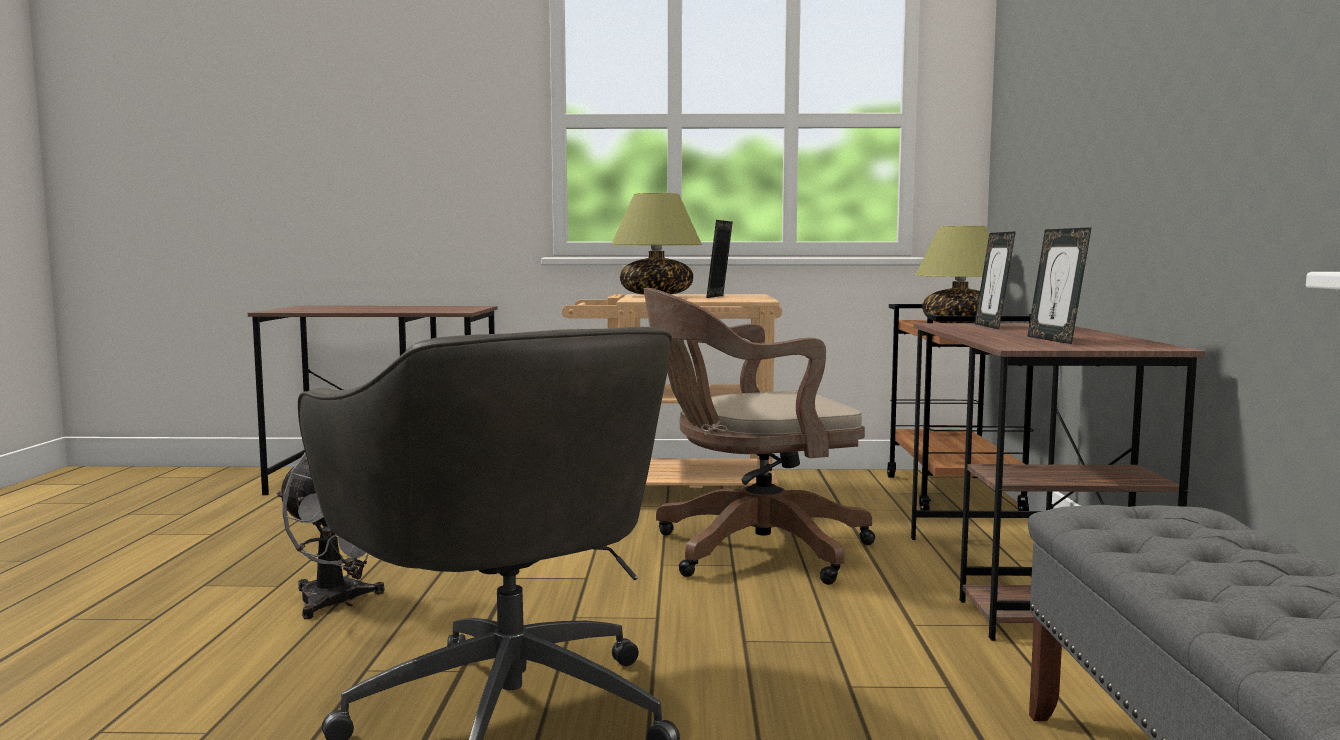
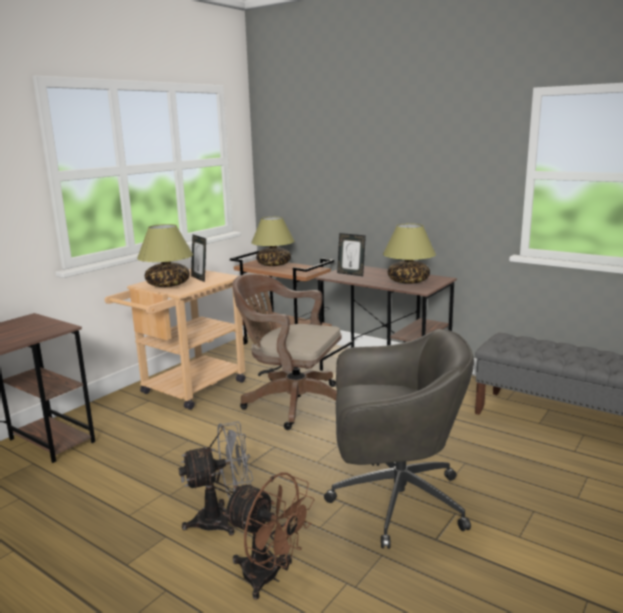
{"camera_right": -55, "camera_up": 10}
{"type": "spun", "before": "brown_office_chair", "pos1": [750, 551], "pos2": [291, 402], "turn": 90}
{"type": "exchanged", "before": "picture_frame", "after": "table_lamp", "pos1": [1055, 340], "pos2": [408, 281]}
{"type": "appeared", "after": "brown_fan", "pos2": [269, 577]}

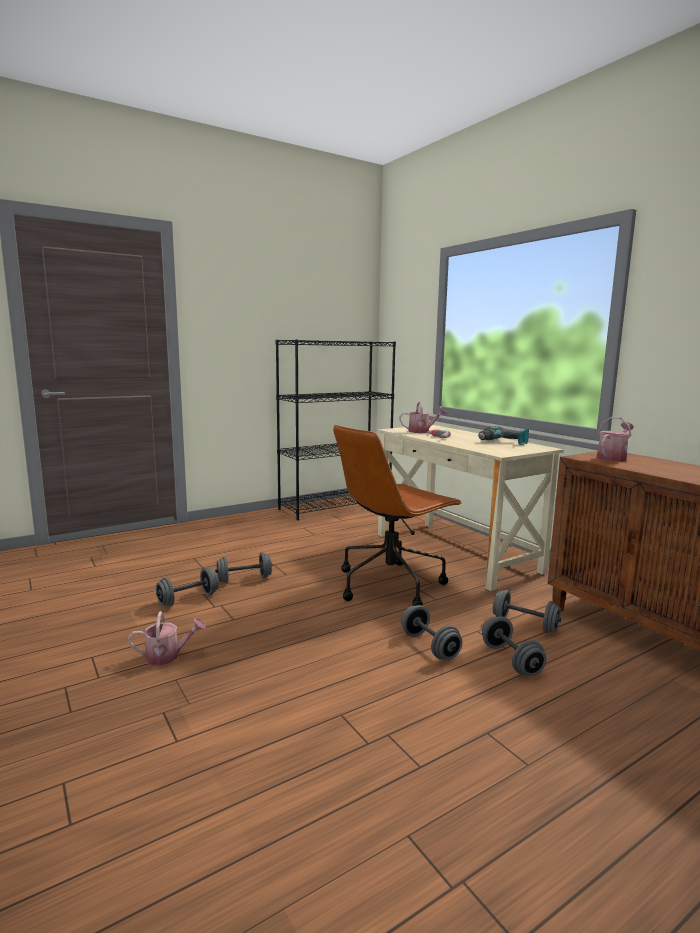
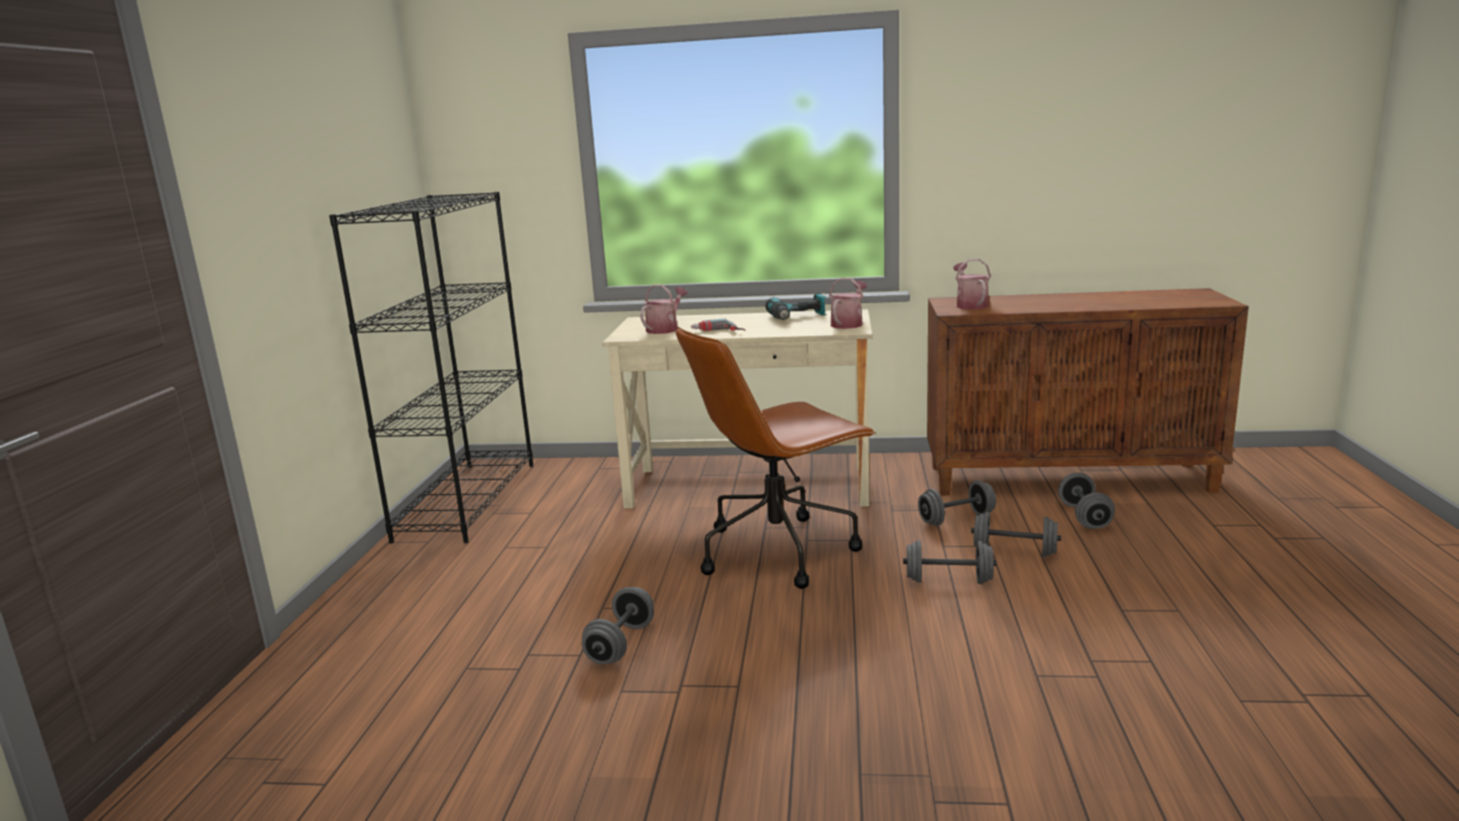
{"camera_right": -50, "camera_up": 5}
{"type": "relocated", "before": "watering_can", "pos1": [168, 656], "pos2": [848, 324]}
{"type": "relocated", "before": "grey_dumbbell", "pos1": [188, 599], "pos2": [1084, 517]}
{"type": "spun", "before": "brown_office_chair", "pos1": [391, 584], "pos2": [779, 550], "turn": 60}

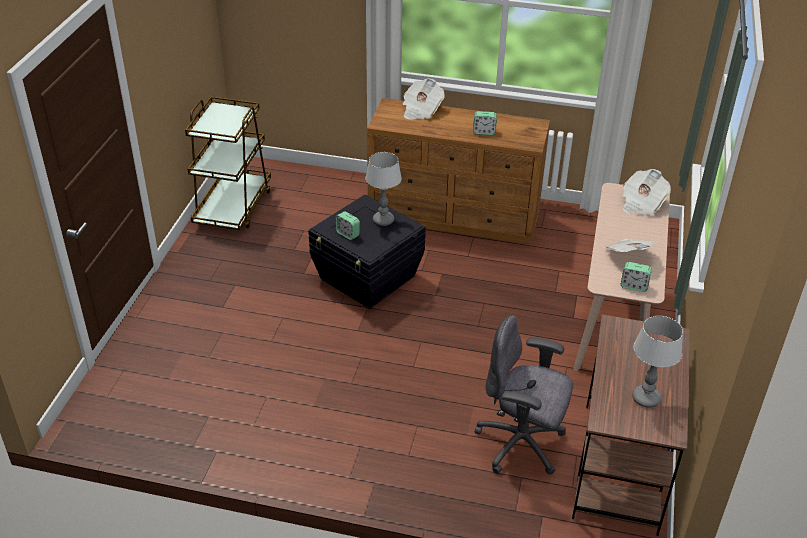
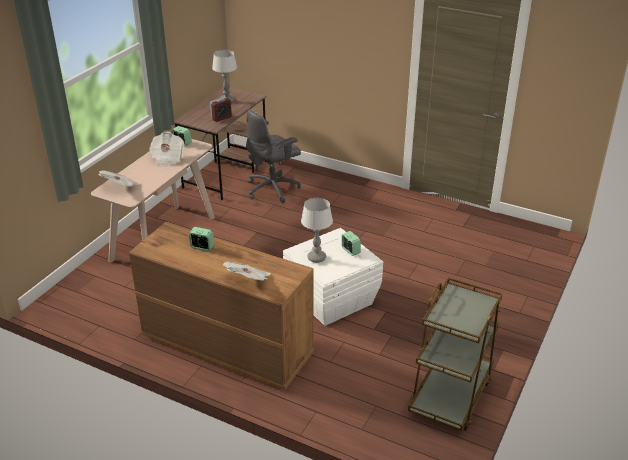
{"camera_right": -165, "camera_up": -5}
{"type": "colour", "before": "black_storage_box", "after": "white_storage_box", "pos1": [367, 278], "pos2": [332, 298]}
{"type": "spun", "before": "grey_office_chair", "pos1": [521, 444], "pos2": [273, 189], "turn": 105}
{"type": "appeared", "after": "alarm_clock", "pos2": [221, 118]}

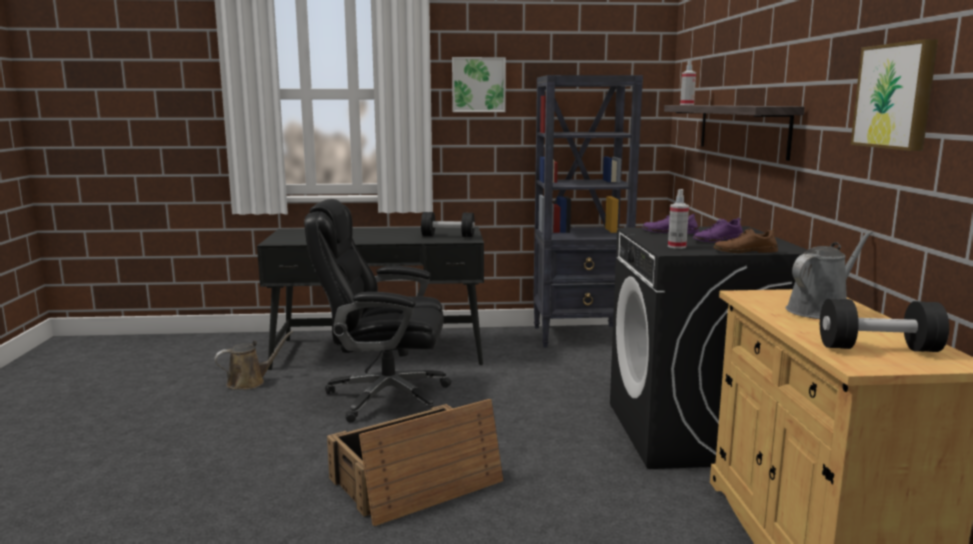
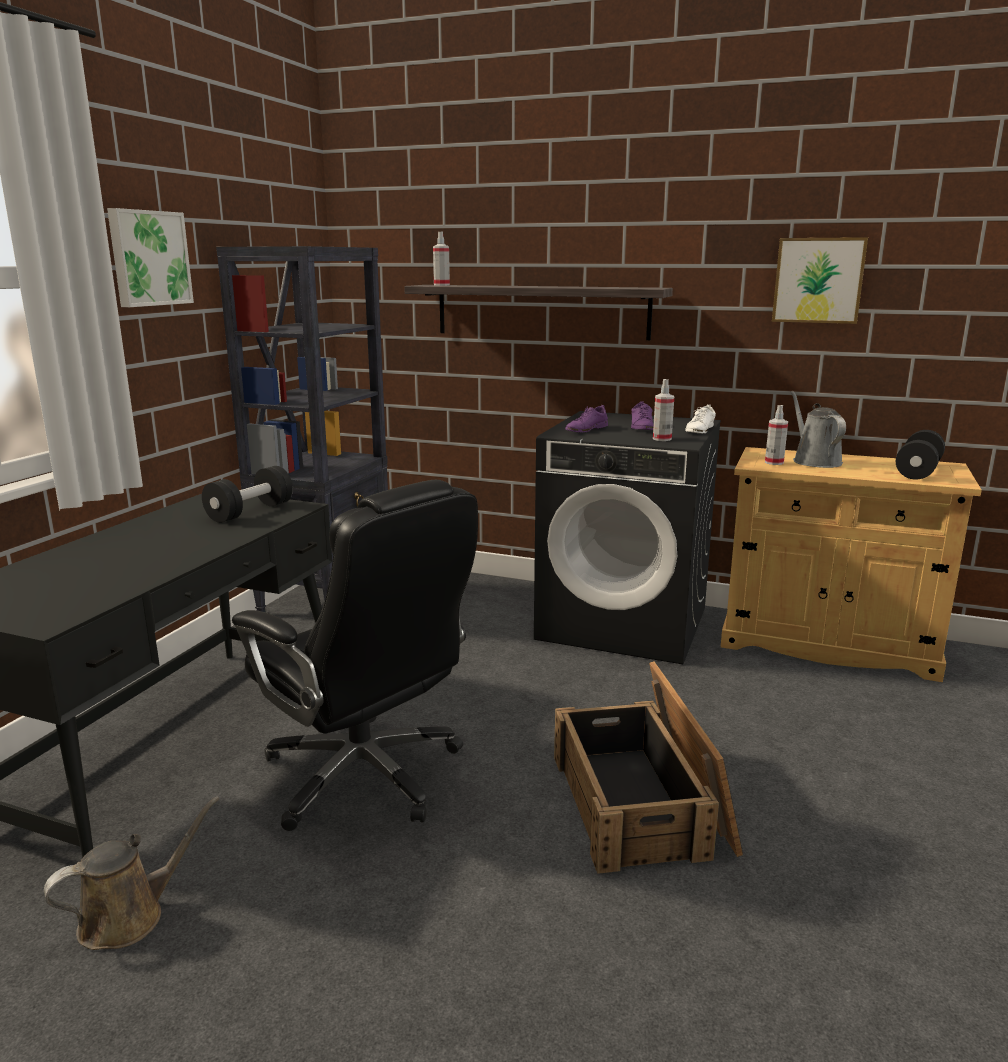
{"camera_right": -65, "camera_up": 5}
{"type": "spun", "before": "brown_watering_can", "pos1": [249, 382], "pos2": [130, 917], "turn": 60}
{"type": "spun", "before": "black_office_chair", "pos1": [384, 397], "pos2": [366, 775], "turn": -75}
{"type": "colour", "before": "brown_shoe", "after": "white_shoe", "pos1": [745, 251], "pos2": [699, 430]}
{"type": "appeared", "after": "spray_bottle", "pos2": [774, 462]}

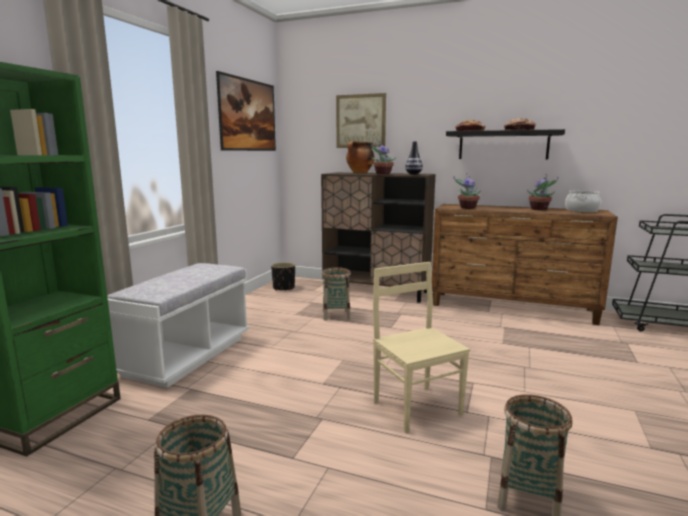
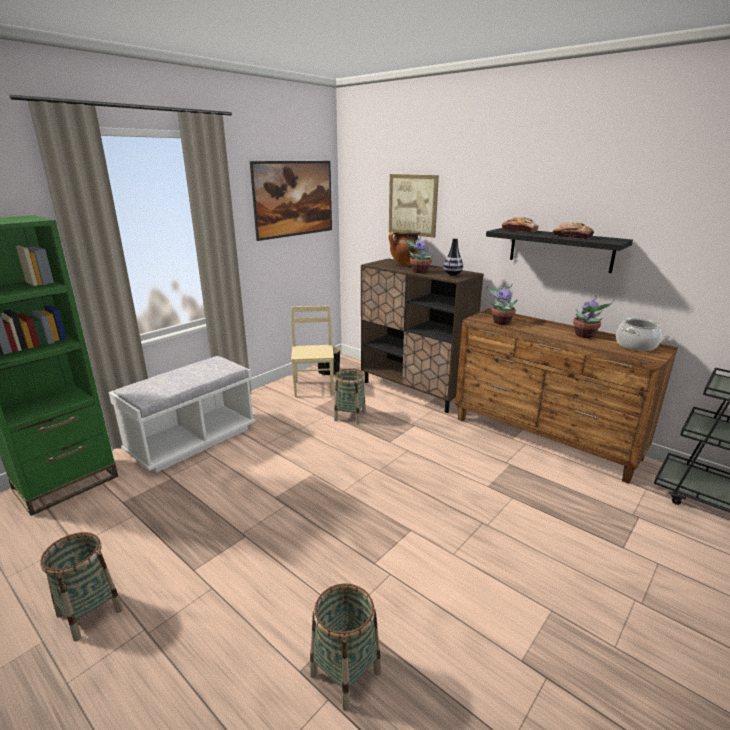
{"camera_right": 20, "camera_up": 10}
{"type": "relocated", "before": "beige_chair", "pos1": [417, 407], "pos2": [314, 388]}

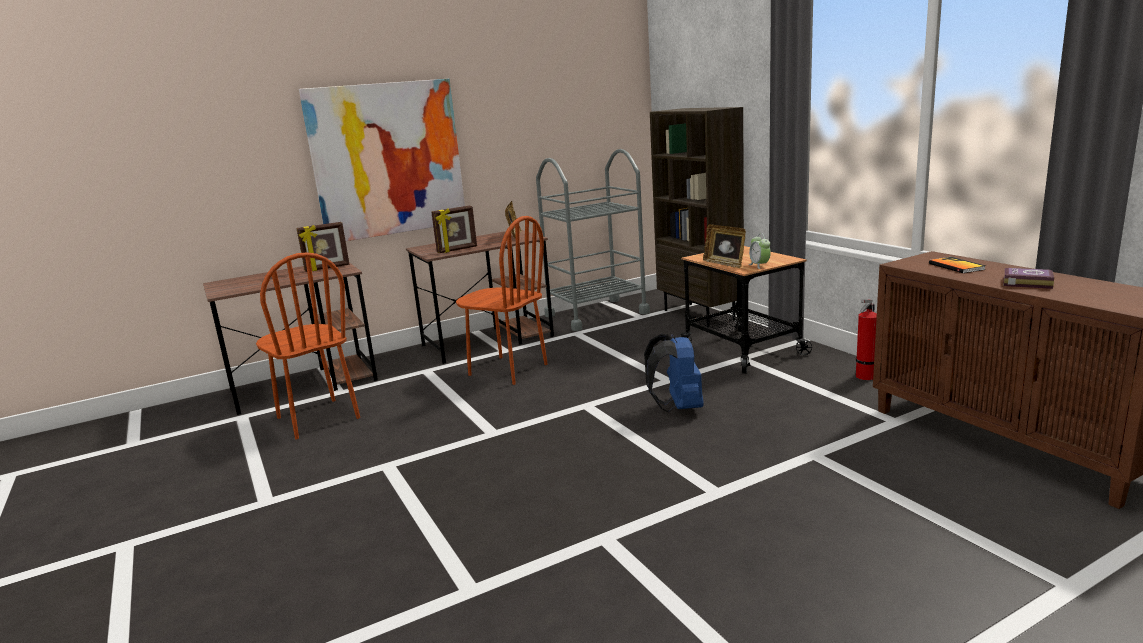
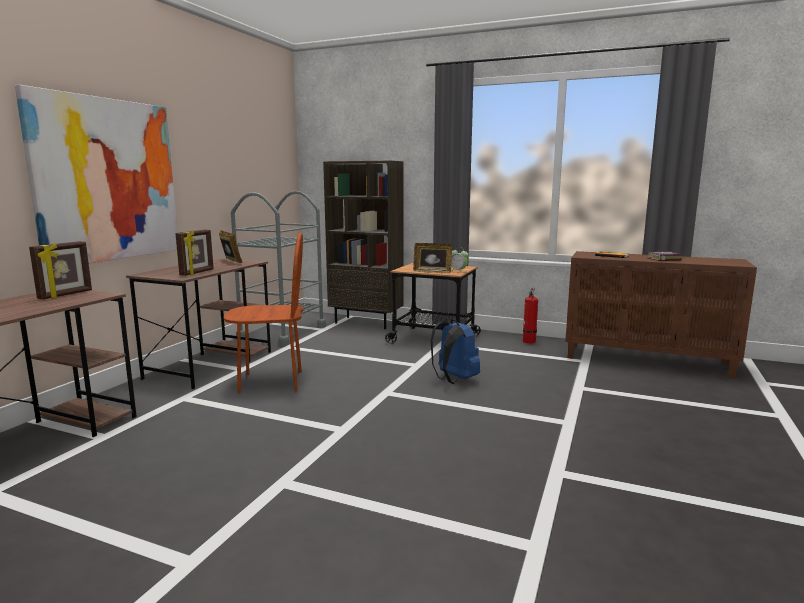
{"camera_right": -40, "camera_up": -5}
{"type": "missing", "before": "brown_chair", "pos1": [317, 418]}

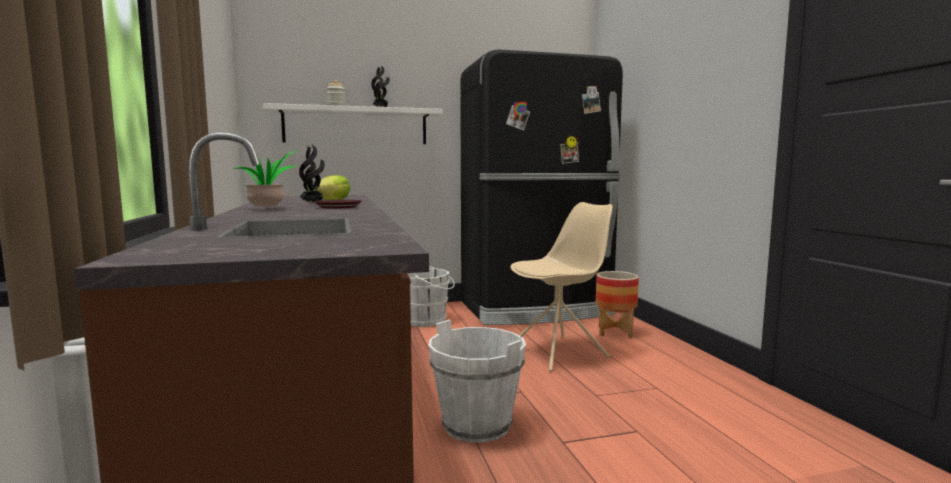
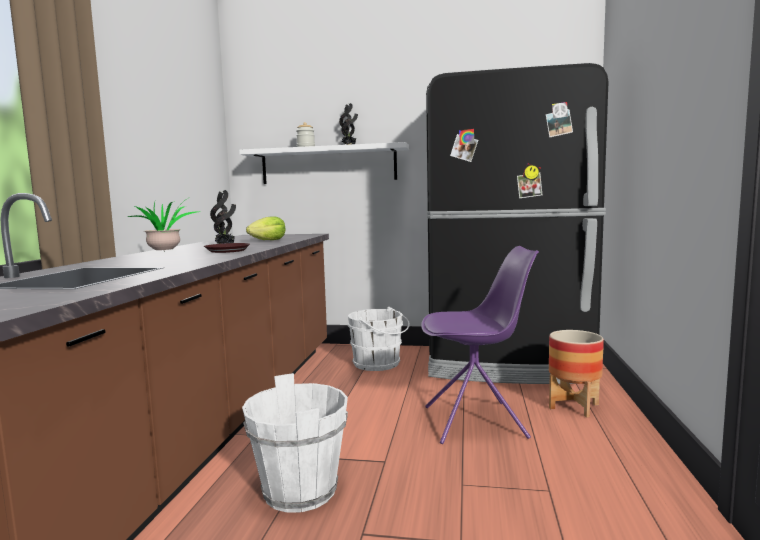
{"camera_right": 25, "camera_up": 0}
{"type": "colour", "before": "beige_chair", "after": "purple_chair", "pos1": [559, 352], "pos2": [476, 422]}

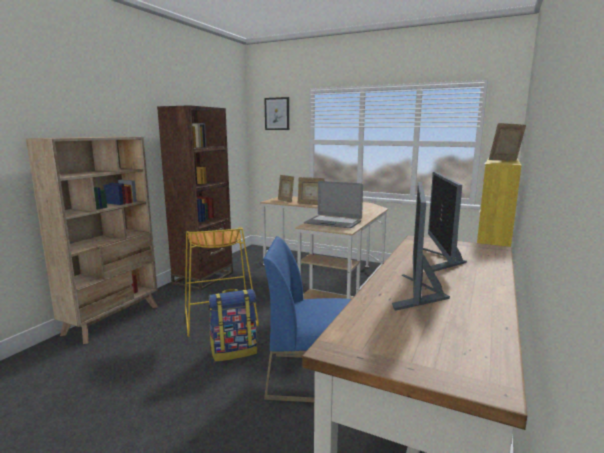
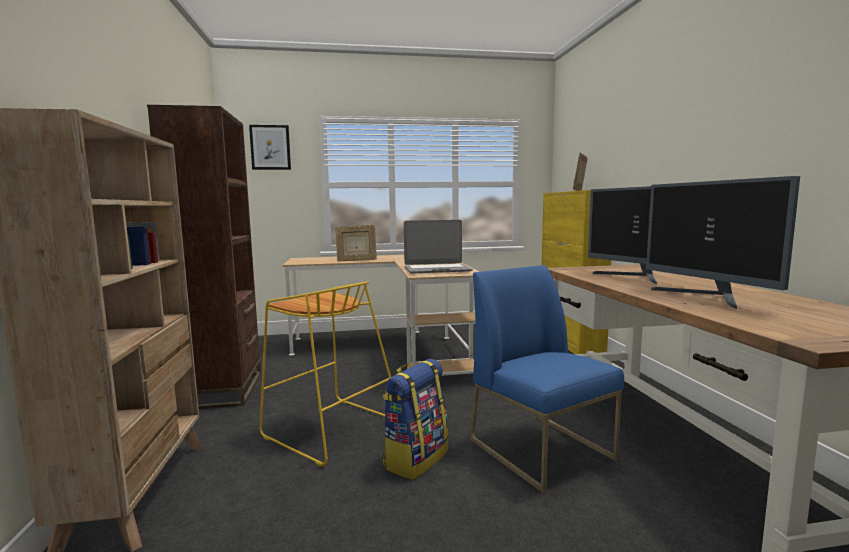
{"camera_right": -35, "camera_up": -5}
{"type": "spun", "before": "blue_chair", "pos1": [311, 377], "pos2": [542, 450], "turn": 90}
{"type": "missing", "before": "picture_frame", "pos1": [285, 201]}

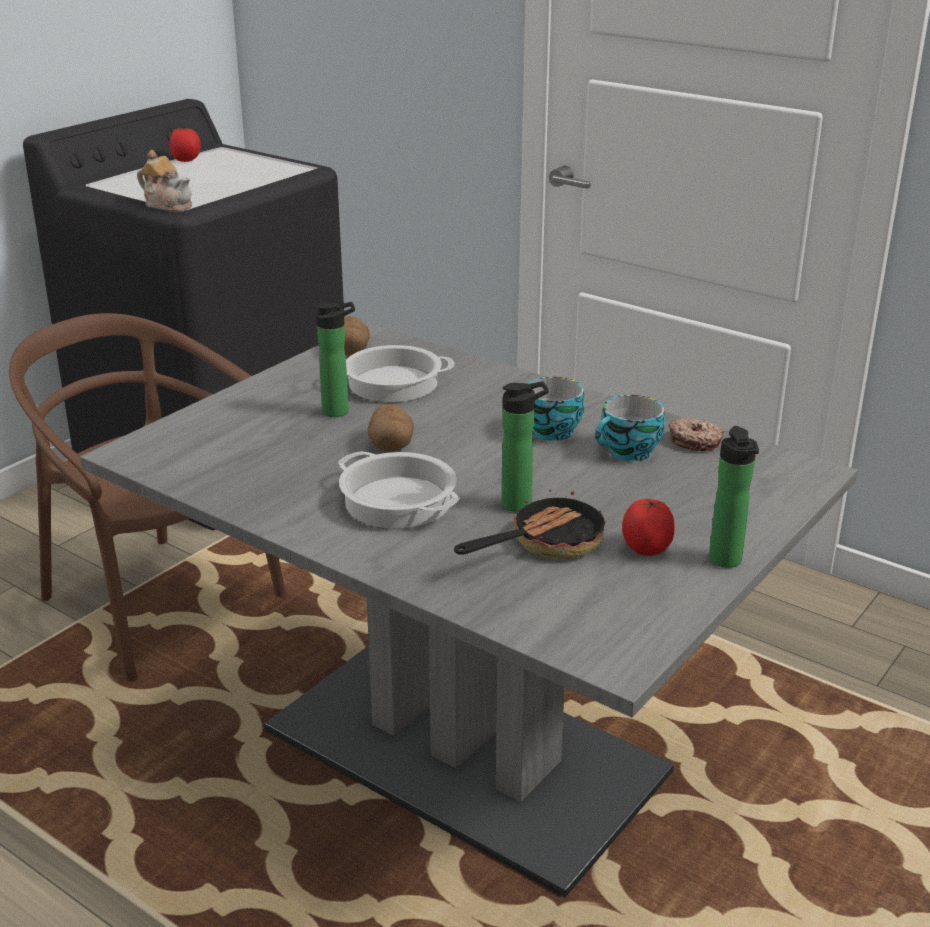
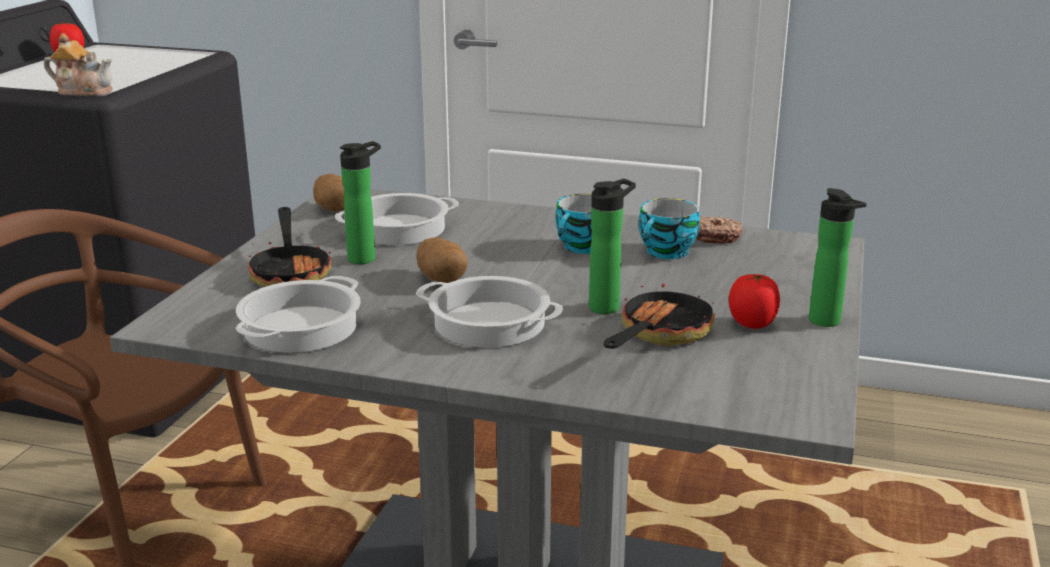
{"camera_right": -20, "camera_up": -5}
{"type": "appeared", "after": "cooking_pot", "pos2": [301, 328]}
{"type": "appeared", "after": "frying_pan", "pos2": [291, 271]}

